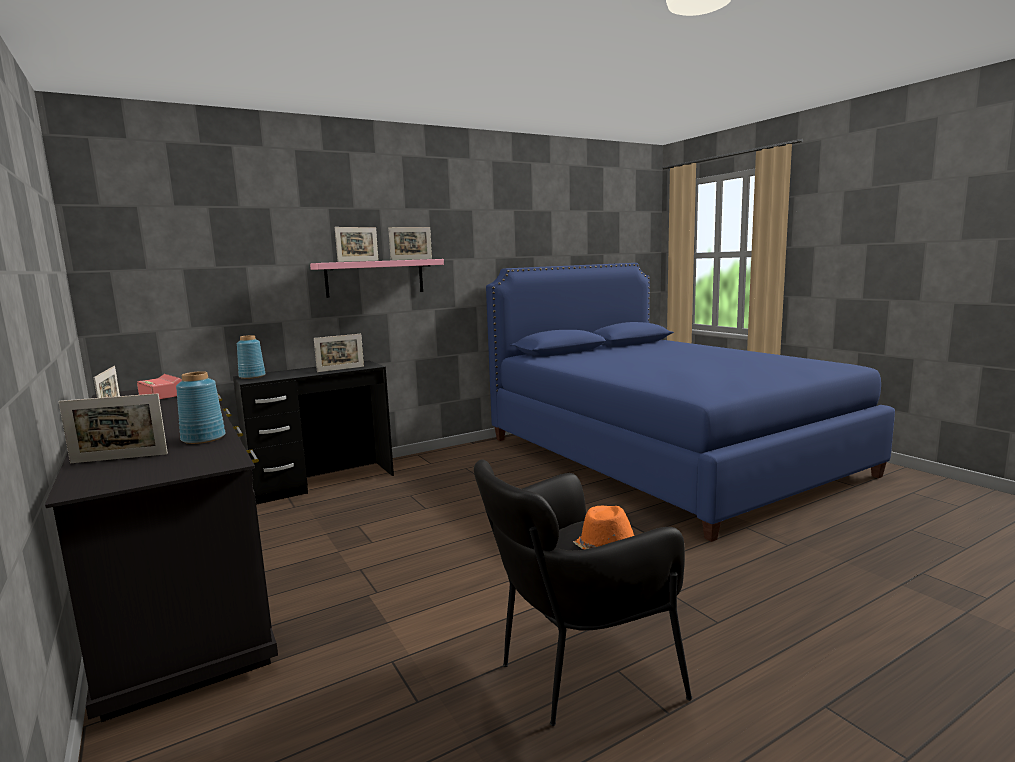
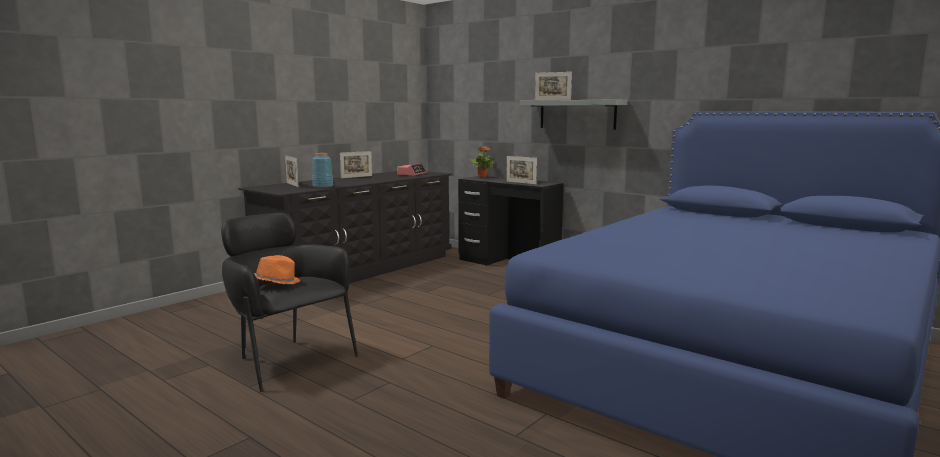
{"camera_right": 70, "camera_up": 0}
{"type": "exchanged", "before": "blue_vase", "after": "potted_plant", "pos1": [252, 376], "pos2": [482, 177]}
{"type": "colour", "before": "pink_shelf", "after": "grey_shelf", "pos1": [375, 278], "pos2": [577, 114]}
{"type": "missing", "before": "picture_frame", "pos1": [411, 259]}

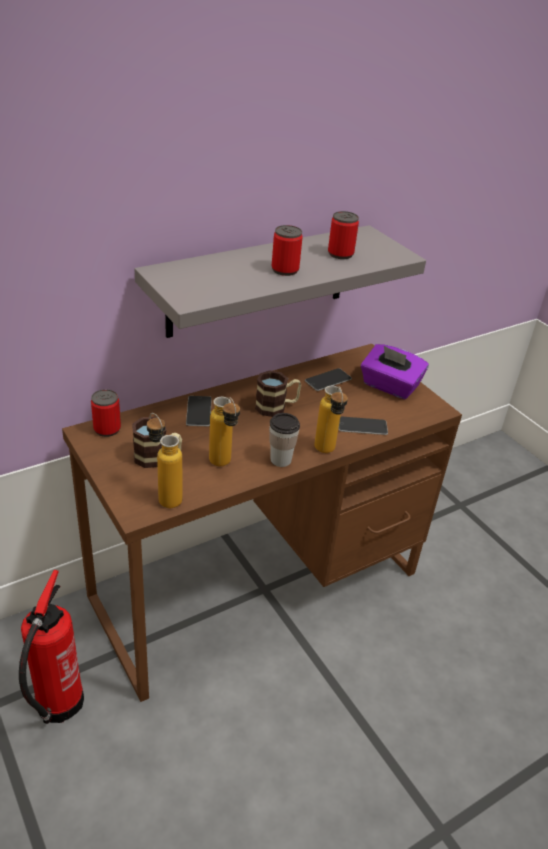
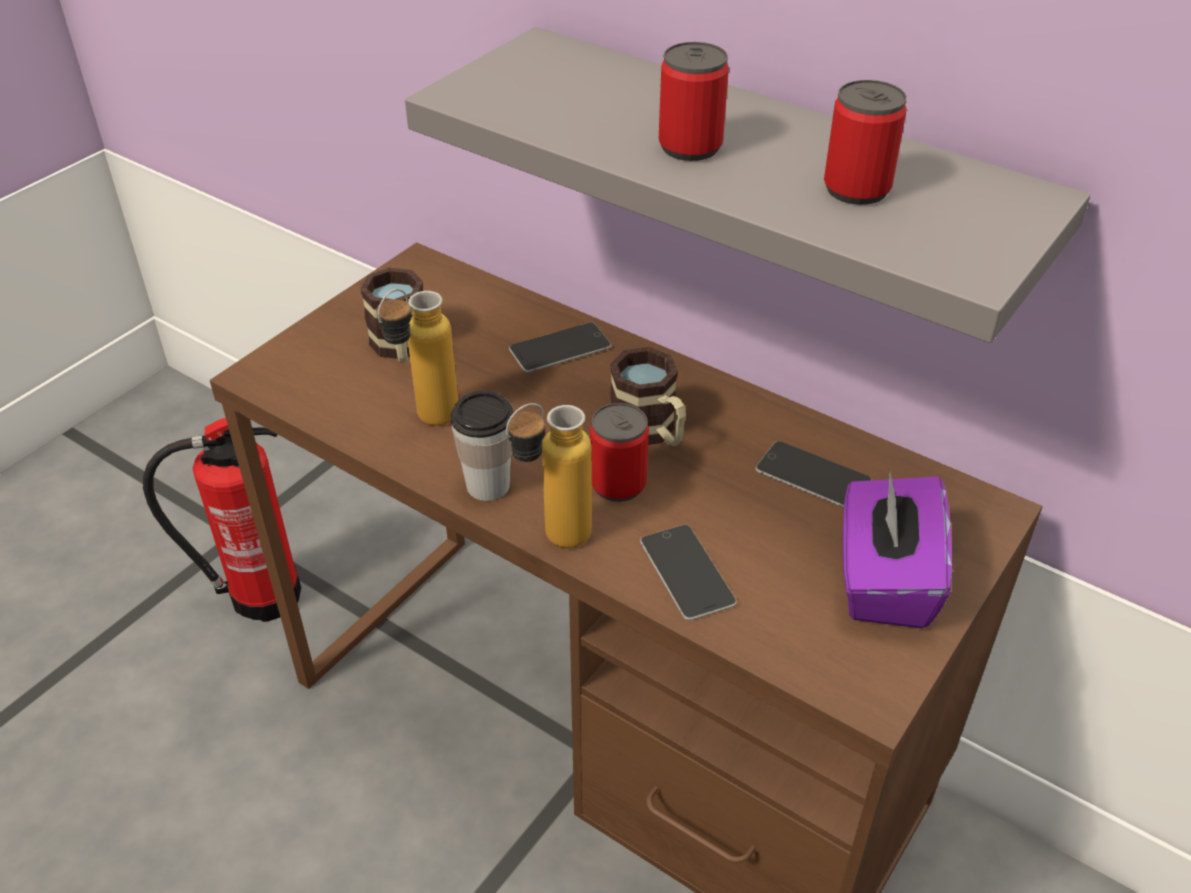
{"camera_right": 70, "camera_up": 5}
{"type": "relocated", "before": "can", "pos1": [107, 429], "pos2": [618, 484]}
{"type": "missing", "before": "bottle", "pos1": [164, 496]}

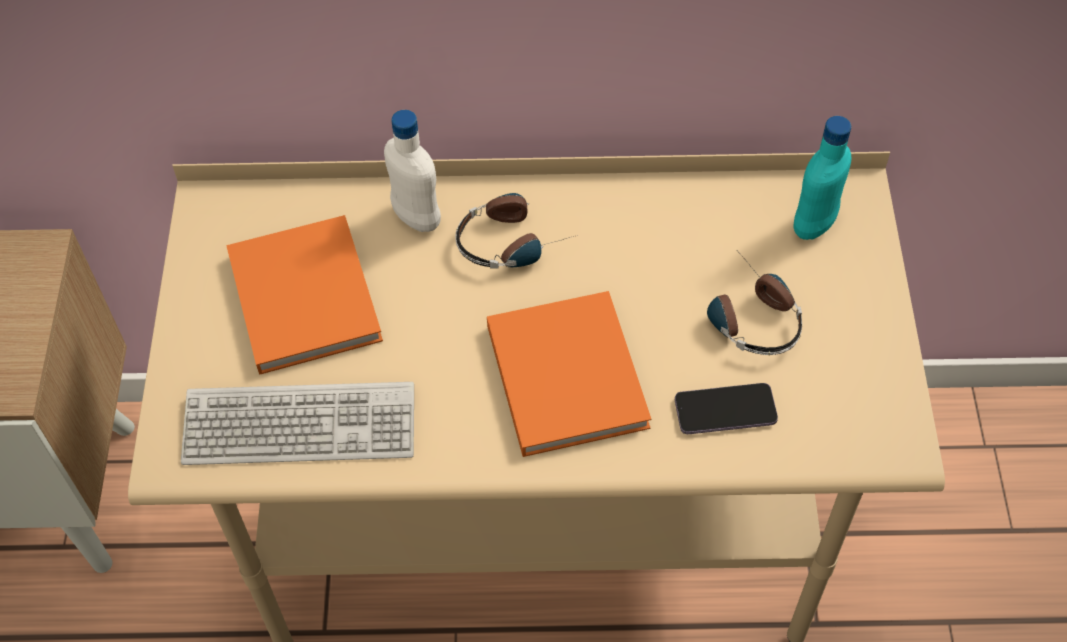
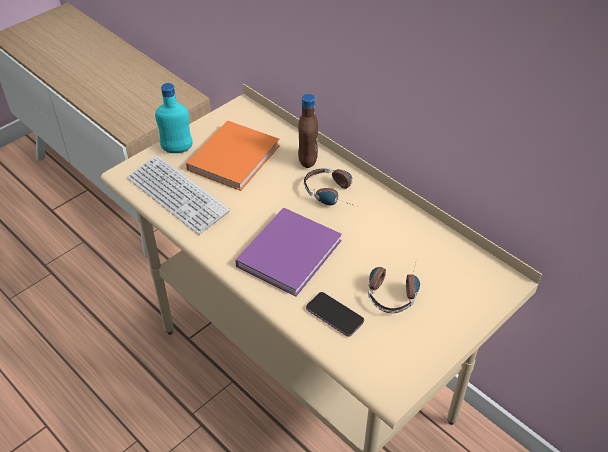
{"camera_right": 45, "camera_up": -10}
{"type": "colour", "before": "white_bottle", "after": "brown_bottle", "pos1": [416, 218], "pos2": [307, 160]}
{"type": "colour", "before": "orange_book", "after": "purple_book", "pos1": [565, 371], "pos2": [291, 251]}
{"type": "relocated", "before": "turquoise_bottle", "pos1": [814, 224], "pos2": [177, 149]}

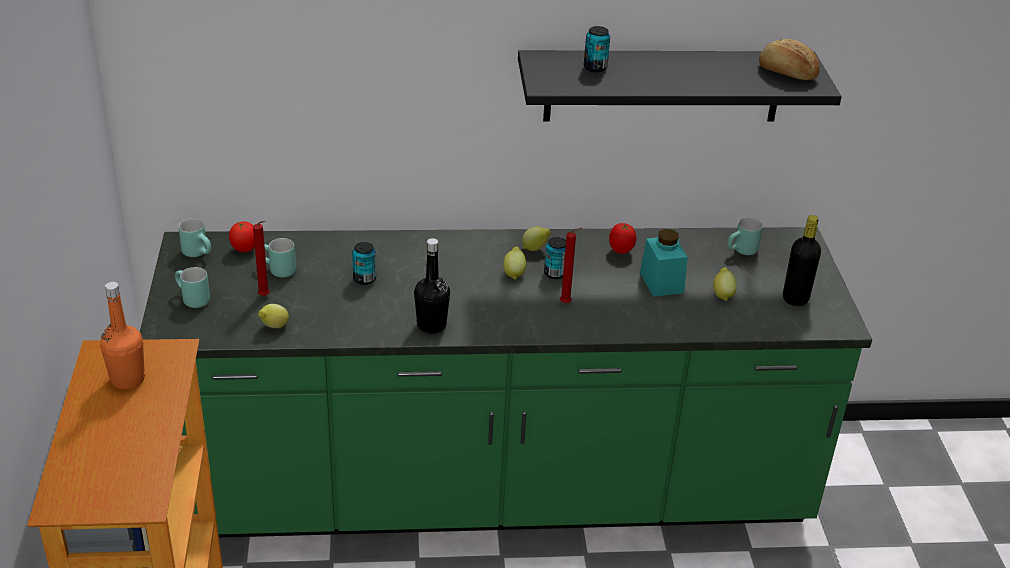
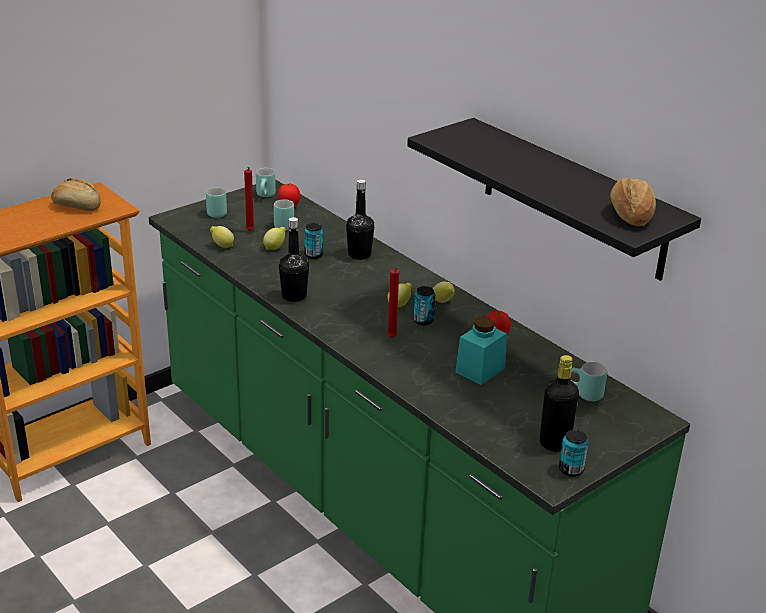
{"camera_right": 55, "camera_up": -5}
{"type": "exchanged", "before": "orange_bottle", "after": "bread", "pos1": [128, 379], "pos2": [77, 206]}
{"type": "relocated", "before": "can", "pos1": [595, 67], "pos2": [571, 470]}
{"type": "relocated", "before": "lemon", "pos1": [722, 294], "pos2": [275, 247]}
{"type": "appeared", "after": "black_bottle", "pos2": [359, 254]}

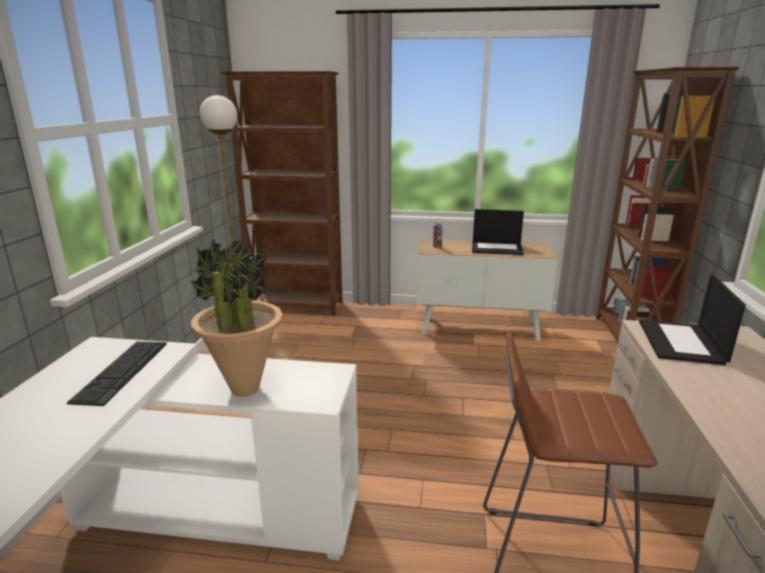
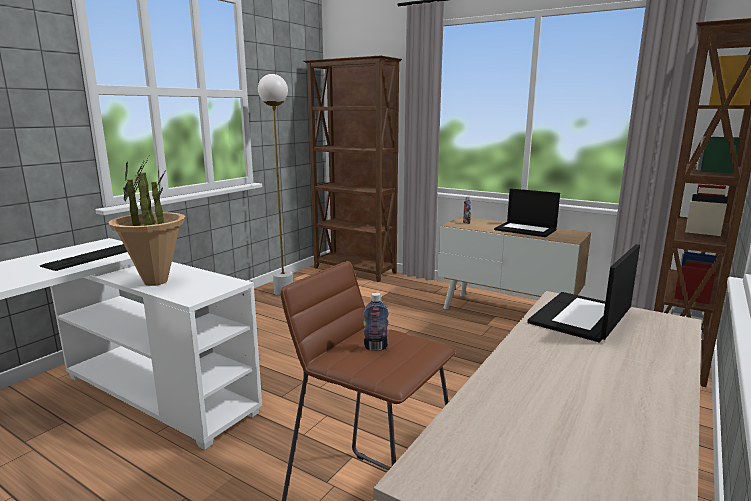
{"camera_right": 25, "camera_up": -5}
{"type": "appeared", "after": "bottle", "pos2": [376, 347]}

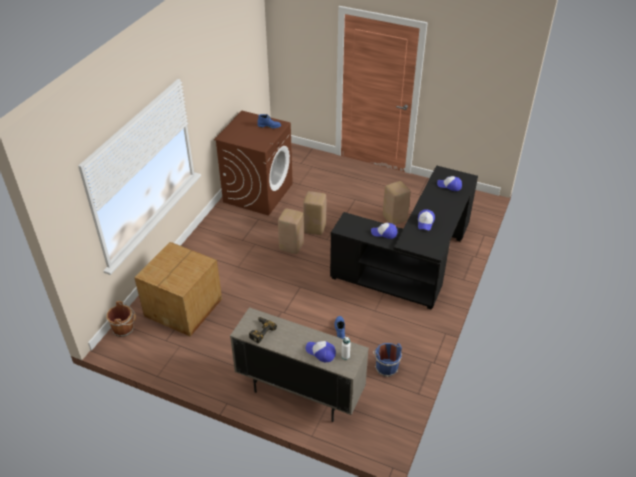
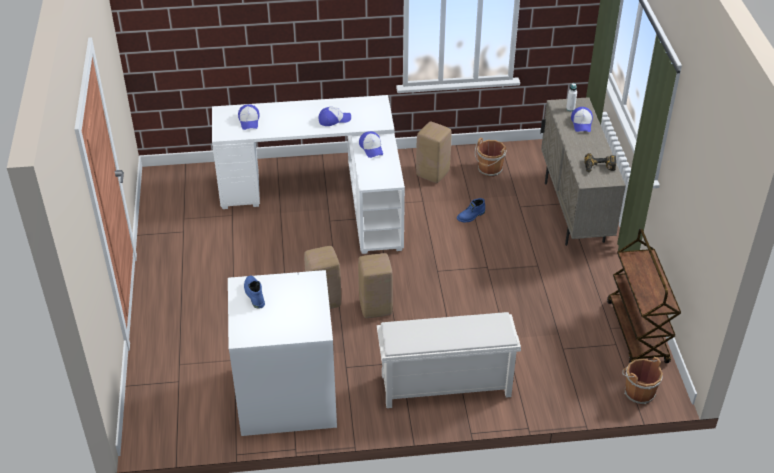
{"camera_right": -120, "camera_up": 0}
{"type": "missing", "before": "cardboard_box", "pos1": [184, 307]}
{"type": "colour", "before": "brown_washing_machine", "after": "white_washing_machine", "pos1": [258, 192], "pos2": [286, 397]}
{"type": "colour", "before": "black_desk", "after": "white_desk", "pos1": [413, 264], "pos2": [325, 196]}
{"type": "colour", "before": "blue_bucket", "after": "brown_bucket", "pos1": [386, 367], "pos2": [489, 170]}
{"type": "relocated", "before": "beige_stool", "pos1": [395, 219], "pos2": [432, 173]}
{"type": "appeared", "after": "white_shoe_rack", "pos2": [444, 387]}
{"type": "appeared", "after": "brown_cart", "pos2": [637, 332]}

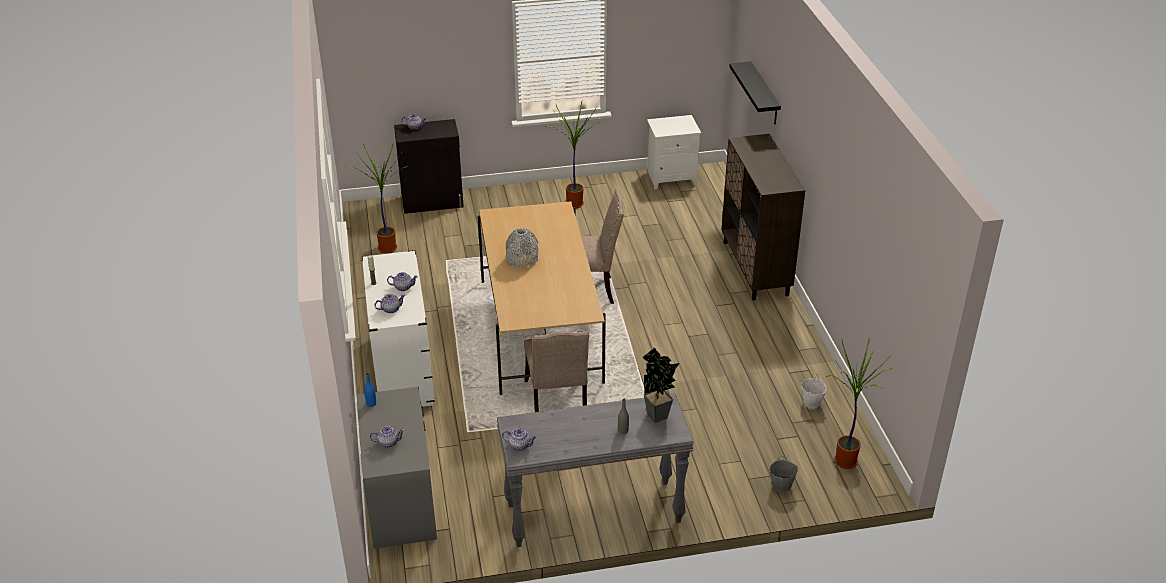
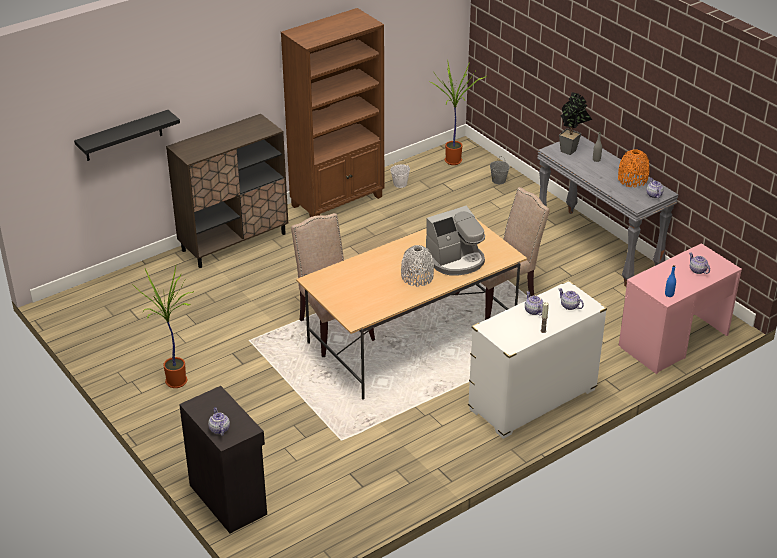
{"camera_right": -115, "camera_up": 0}
{"type": "missing", "before": "potted_plant", "pos1": [386, 248]}
{"type": "colour", "before": "grey_desk", "after": "pink_desk", "pos1": [400, 500], "pos2": [673, 340]}
{"type": "missing", "before": "white_nightstand", "pos1": [672, 177]}
{"type": "appeared", "after": "brown_bookcase", "pos2": [338, 201]}
{"type": "appeared", "after": "coffee_machine", "pos2": [455, 260]}
{"type": "appeared", "after": "orange_vase", "pos2": [632, 179]}

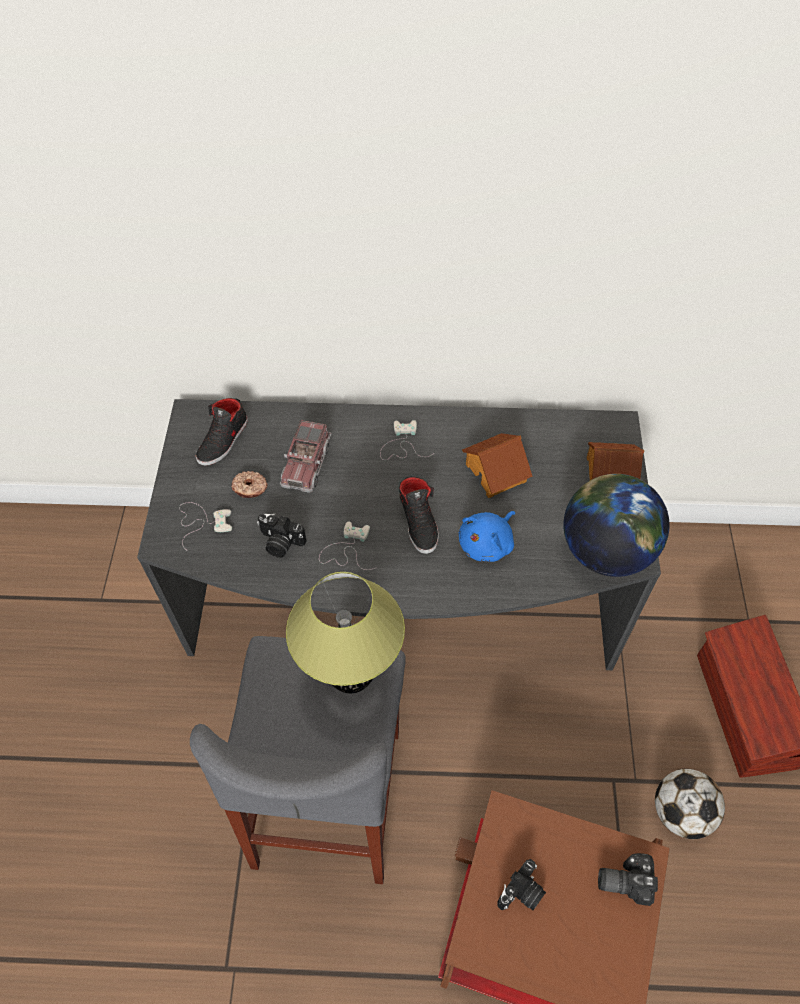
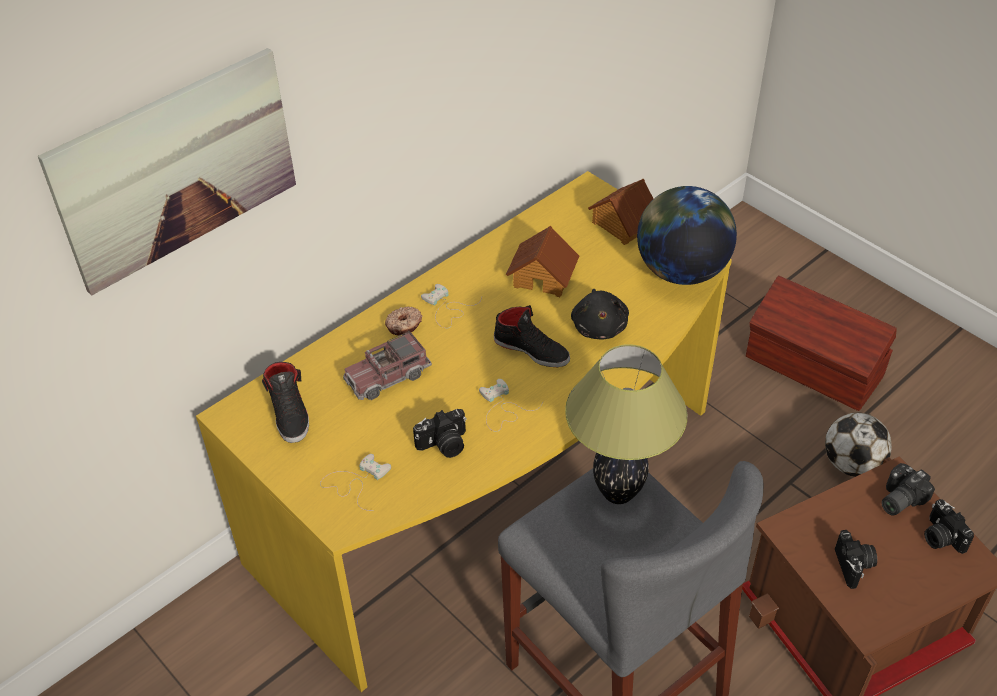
{"camera_right": -45, "camera_up": -10}
{"type": "colour", "before": "grey_desk", "after": "yellow_desk", "pos1": [401, 600], "pos2": [495, 493]}
{"type": "relocated", "before": "donut", "pos1": [250, 488], "pos2": [404, 325]}
{"type": "spun", "before": "toy_truck", "pos1": [306, 464], "pos2": [388, 376], "turn": 90}
{"type": "colour", "before": "blue_plush_toy", "after": "black_plush_toy", "pos1": [487, 544], "pos2": [599, 326]}
{"type": "appeared", "after": "picture", "pos2": [177, 169]}
{"type": "appeared", "after": "photo_camera", "pos2": [940, 537]}

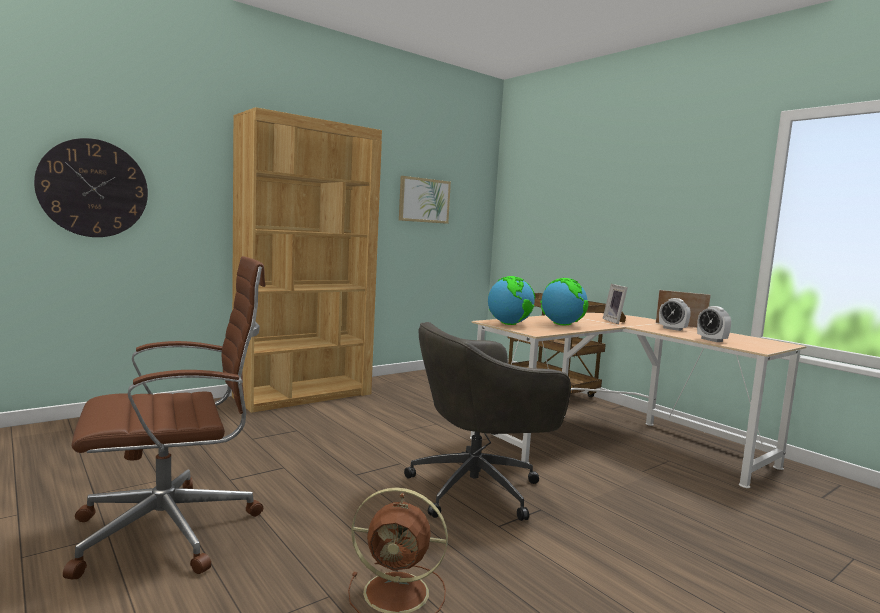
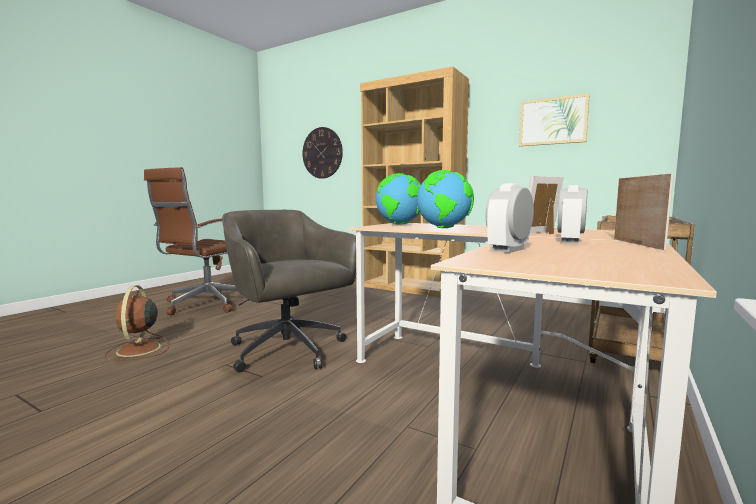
{"camera_right": 70, "camera_up": 0}
{"type": "spun", "before": "brown_office_chair", "pos1": [172, 530], "pos2": [206, 304], "turn": 75}

